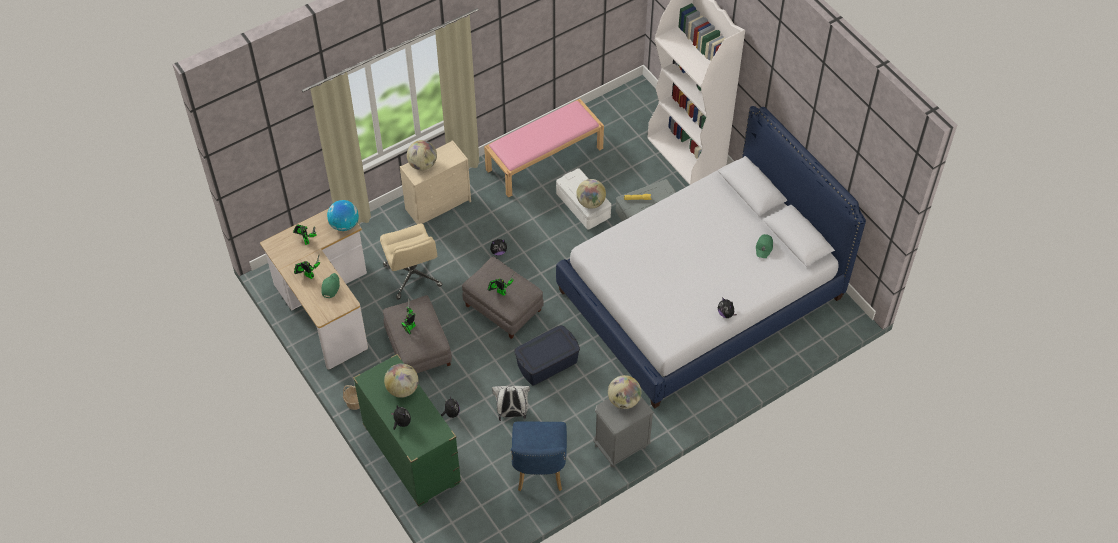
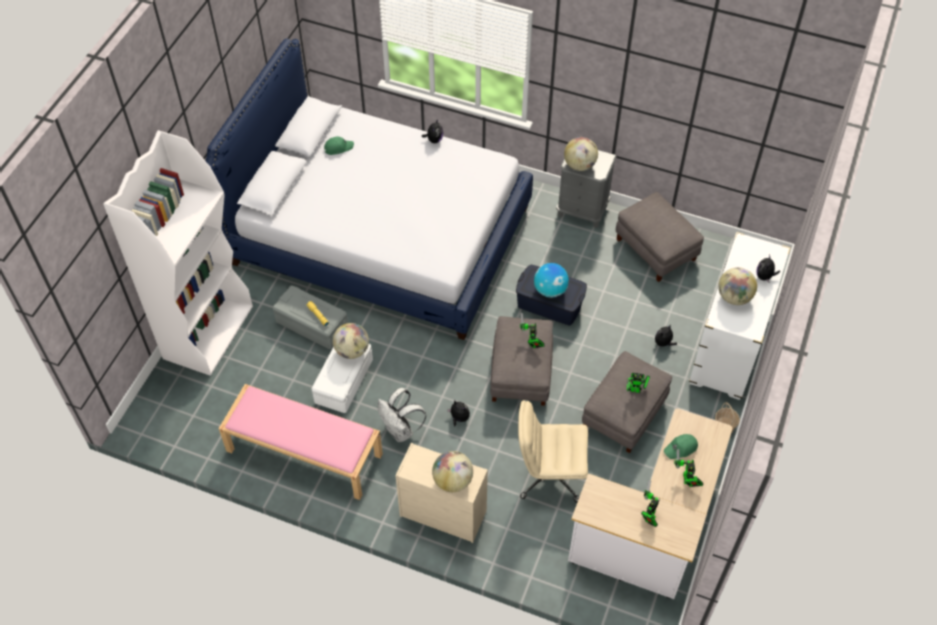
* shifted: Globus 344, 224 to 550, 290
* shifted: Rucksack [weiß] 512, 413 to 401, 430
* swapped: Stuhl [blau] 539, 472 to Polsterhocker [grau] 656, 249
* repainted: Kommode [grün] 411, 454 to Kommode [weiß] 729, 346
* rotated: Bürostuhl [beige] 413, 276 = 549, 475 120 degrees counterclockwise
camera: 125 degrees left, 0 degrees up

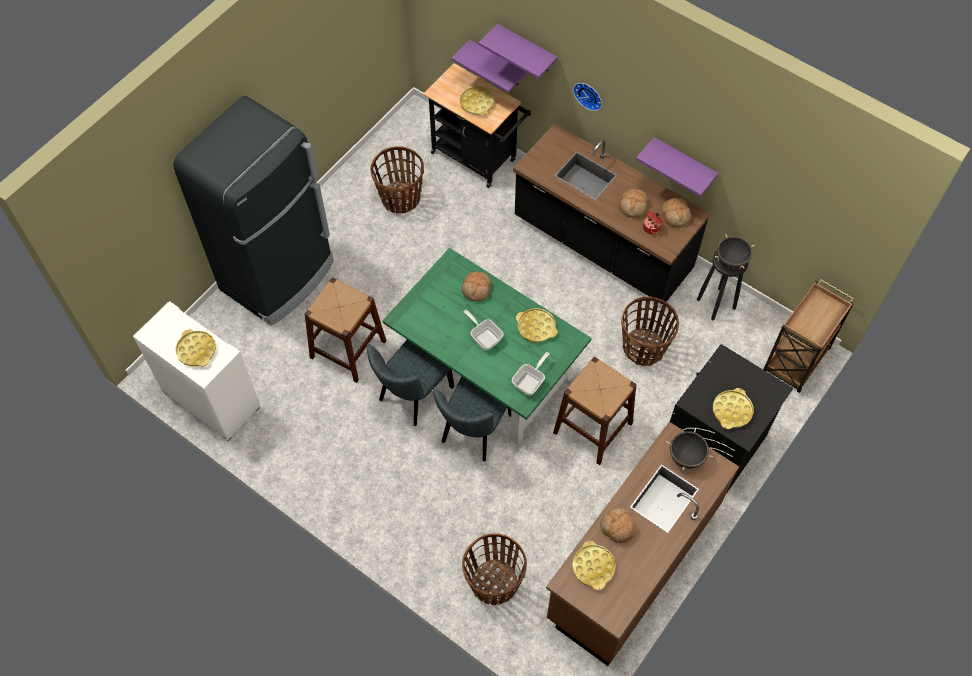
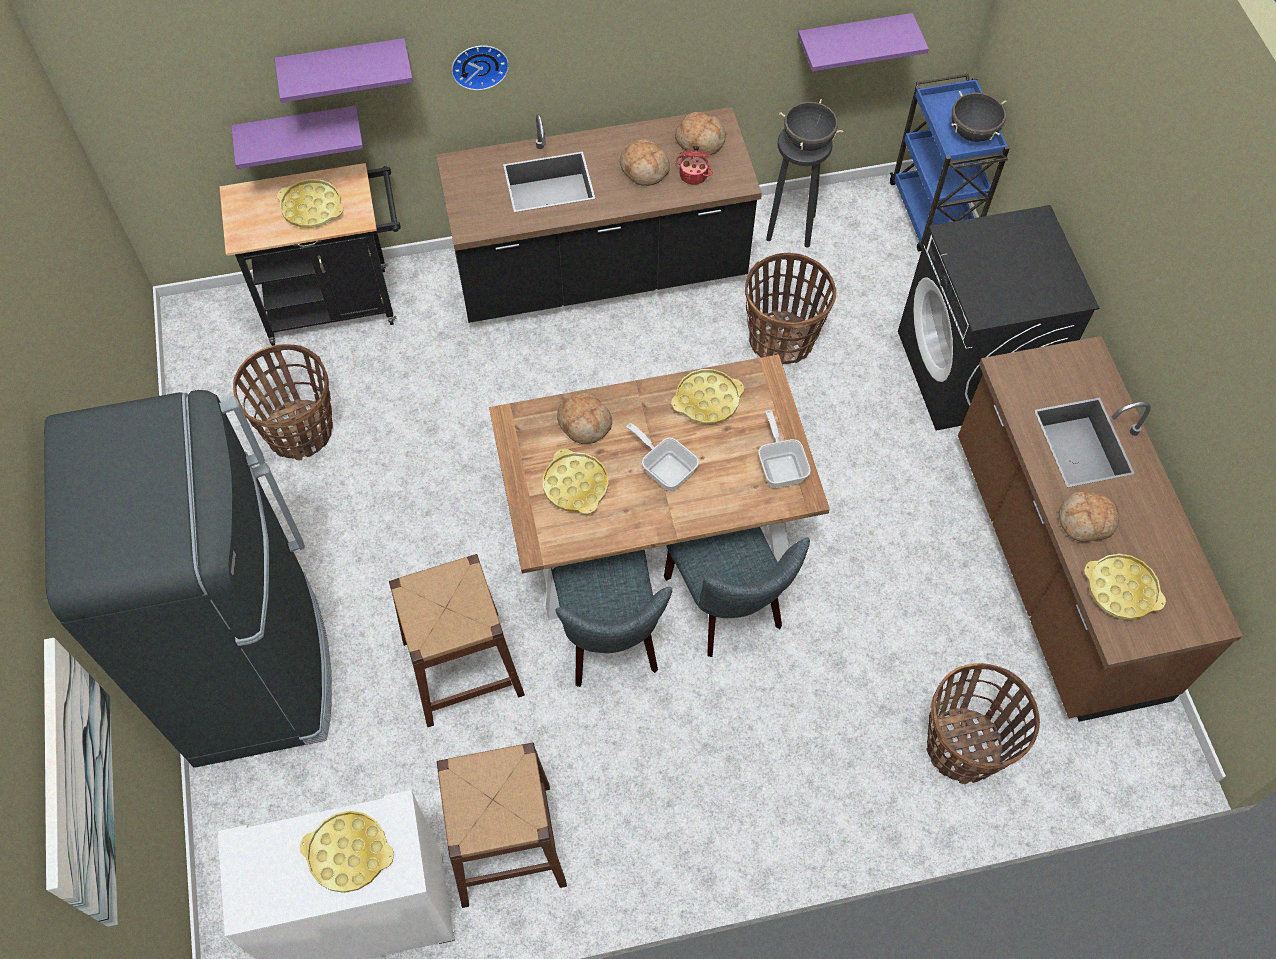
* new: Bild 75, 784
* shifted: Hocker [braun] 592, 427 to 506, 844
* shifted: Wandregal [lila] 683, 163 to 852, 38
* shifted: Kochtopf [schwarz] 686, 457 to 972, 133
* shifted: Tablett [gelb] 732, 411 to 575, 485
* repainted: Esstisch [grün] 487, 370 to Esstisch [braun] 654, 524
* repainted: Rollwagen [braun] 795, 361 to Rollwagen [blau] 933, 214
* rotated: Pfanne 484, 336 = 664, 467 45 degrees clockwise
camera: 50 degrees left, 0 degrees up

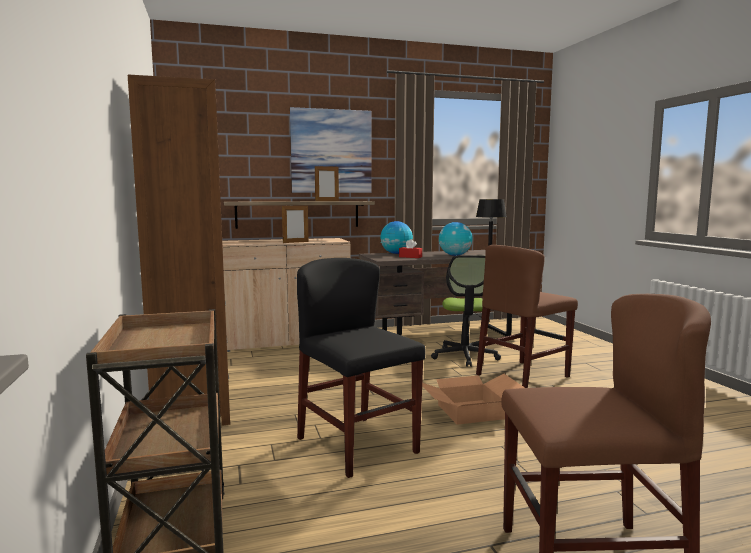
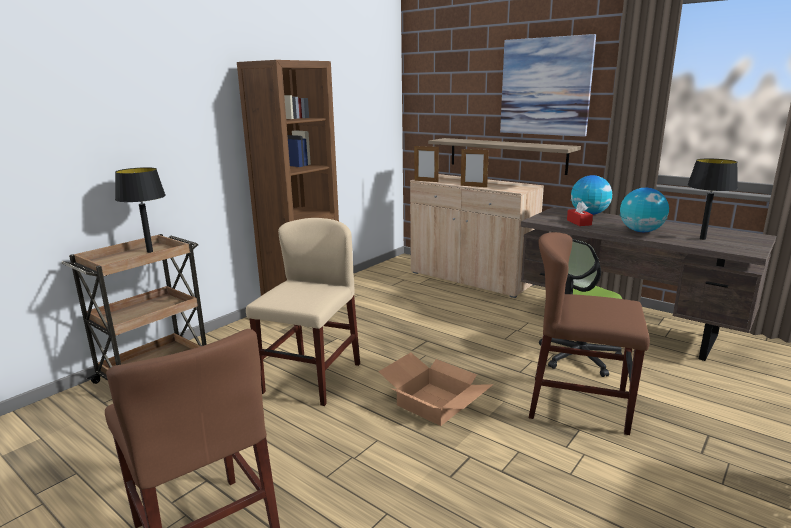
* new: Tischlampe [schwarz] 150, 251
* shifted: Bilderrahmen 327, 201 to 426, 181
* repainted: Stuhl [schwarz] 357, 445 to Stuhl [beige] 311, 378
camera: 55 degrees right, 10 degrees up

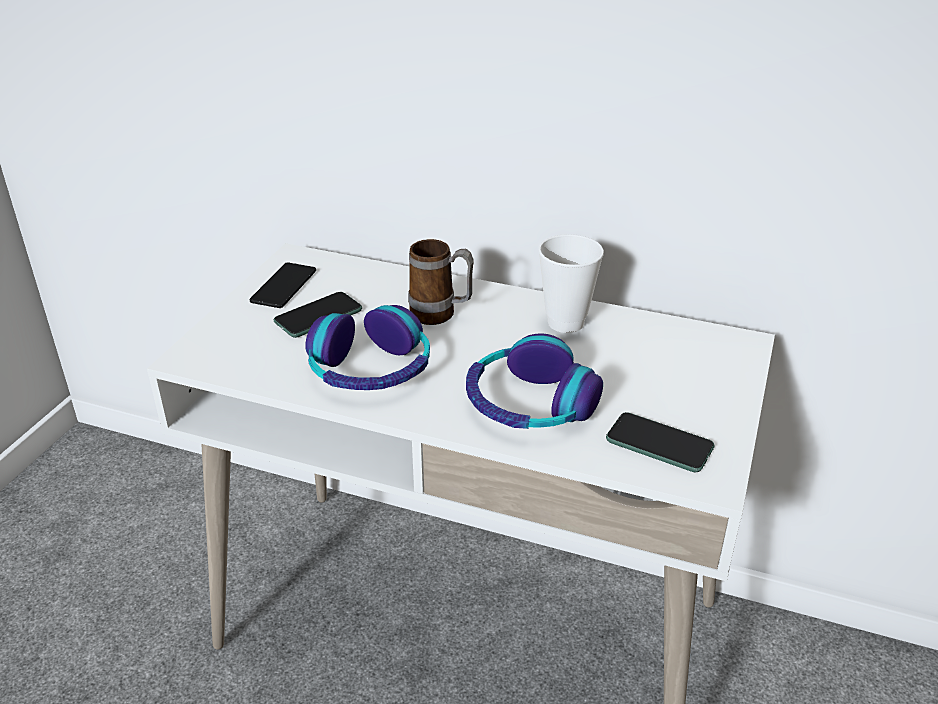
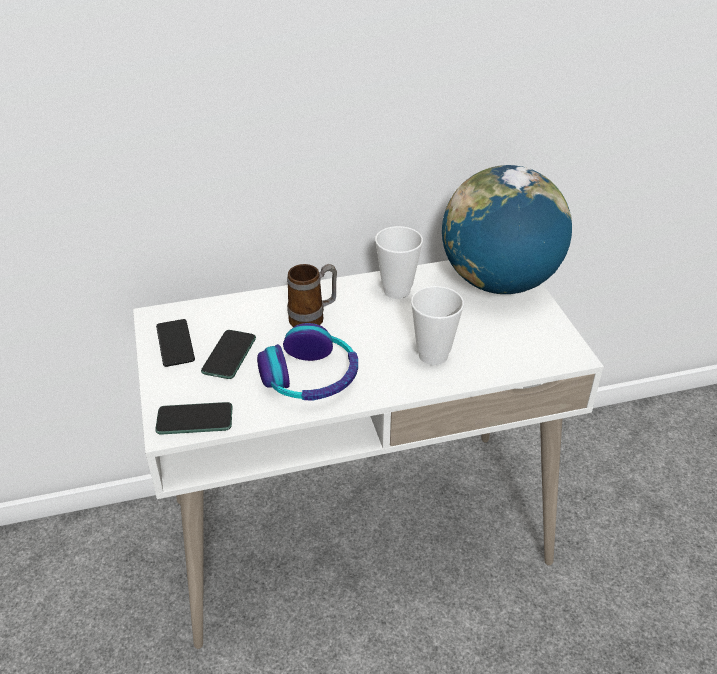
* new: Globus 498, 282
* shifted: Handy 659, 444 to 194, 419
* swapped: Kopfhörer 529, 404 to Tasse 433, 355
camera: 35 degrees left, 5 degrees up

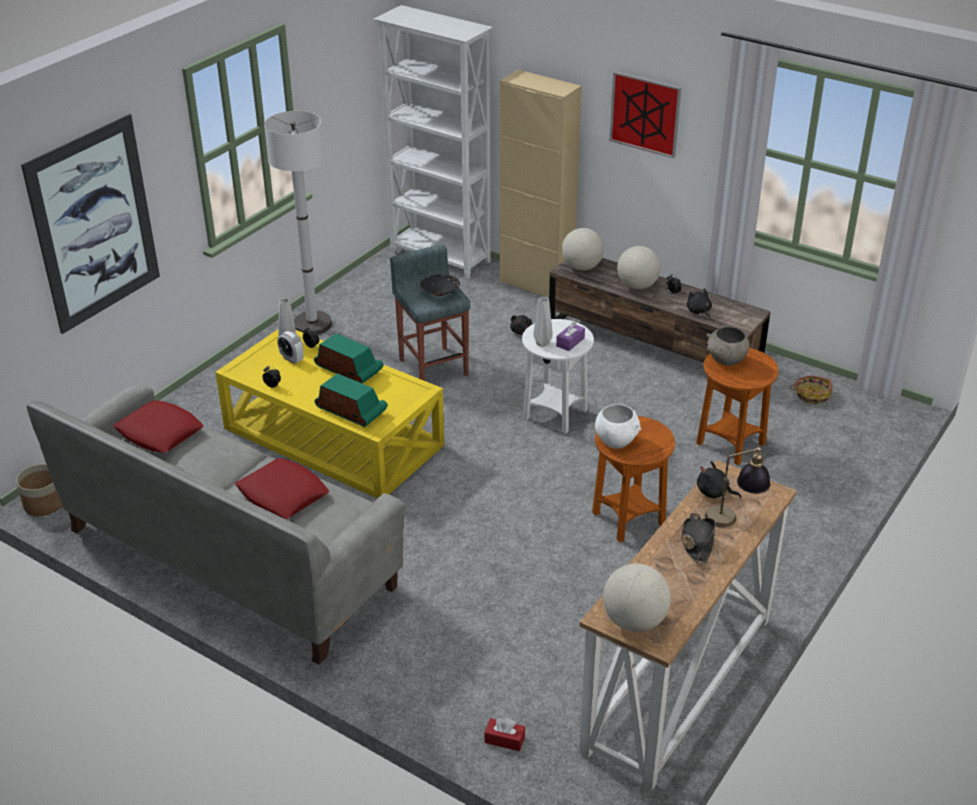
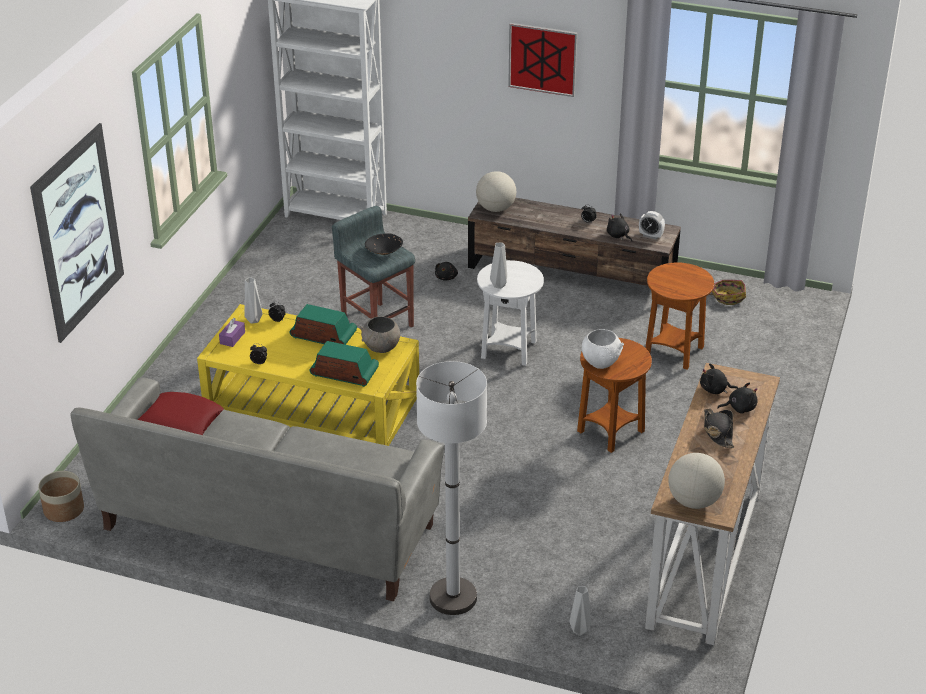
* gone: Kissen [rot] 282, 495
* gone: Schrank [beige] 536, 285
* gone: Globus 637, 286
* shifted: Stehlampe [weiß] 312, 325 to 453, 597
* shifted: Wecker 292, 359 to 650, 236
* shifted: Taschentuchbox [lila] 570, 342 to 232, 338
* shifted: Schüssel [grau] 726, 361 to 381, 348
* swapped: Taschentuchbox [rot] 504, 739 to Vase [grau] 579, 630
* swapped: Tischlampe 734, 518 to Plüschtier [schwarz] 739, 408
camera: 15 degrees left, 0 degrees up

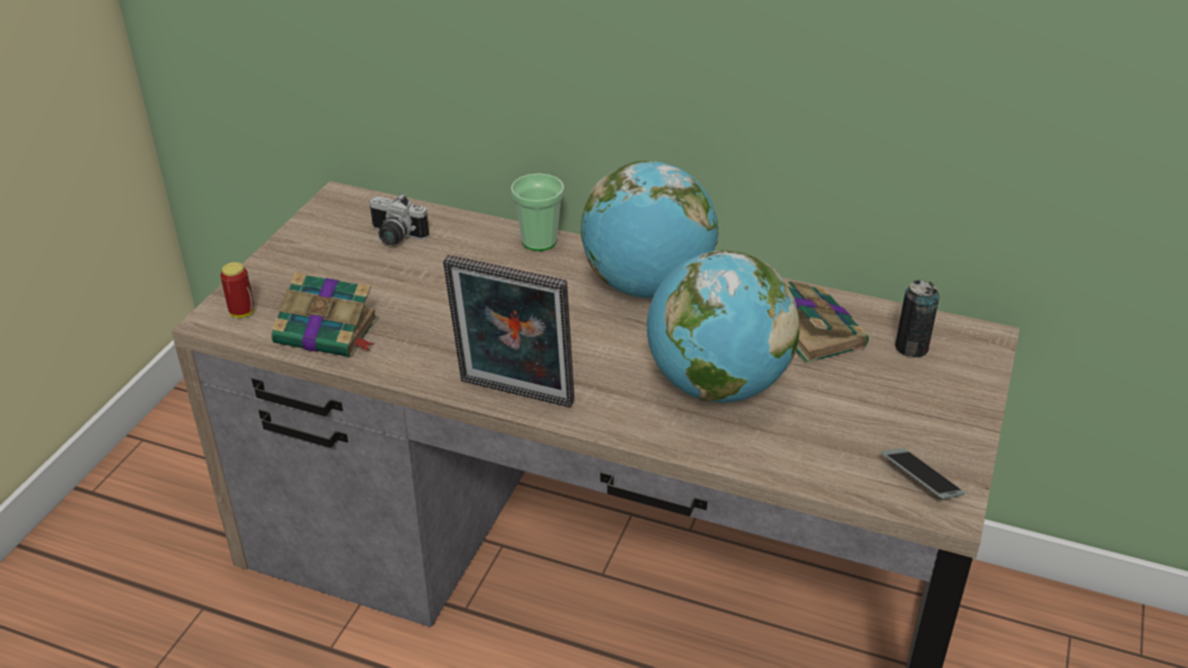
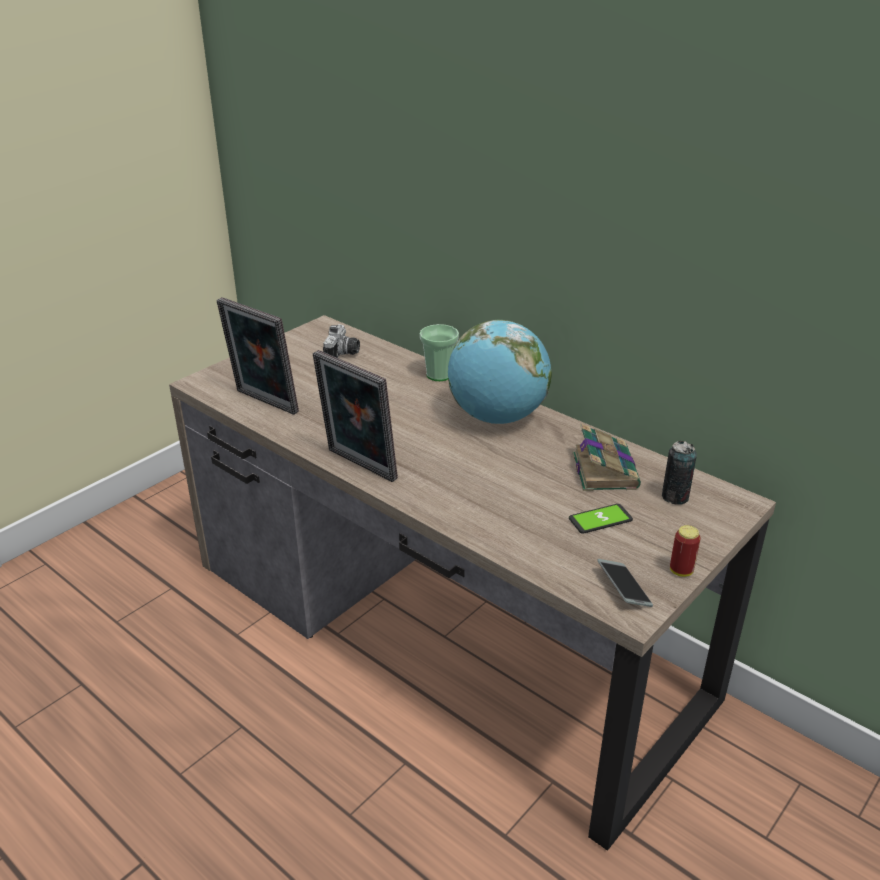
* gone: Globus 716, 386
* new: Handy 600, 520
* shifted: Dose 242, 312 to 681, 571
* swapped: Buch 328, 332 to Bilderrahmen 263, 403
* rotated: Kamera 395, 237 = 343, 355 120 degrees counterclockwise
camera: 20 degrees right, 5 degrees down

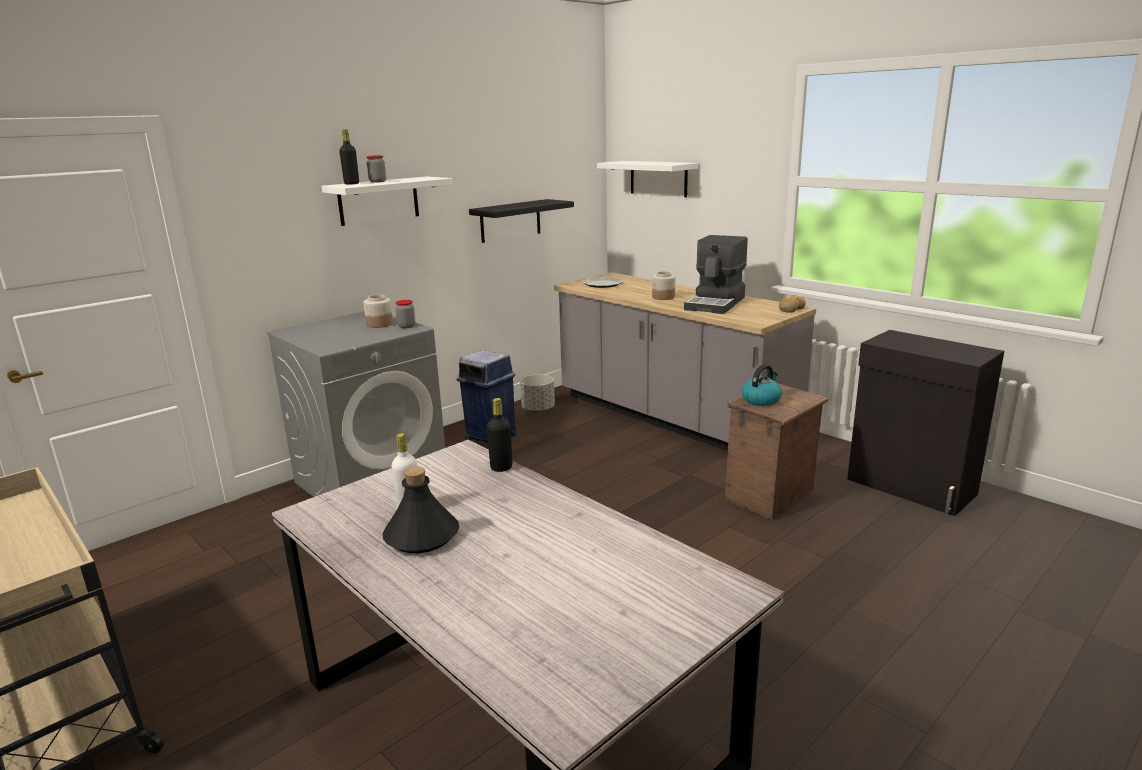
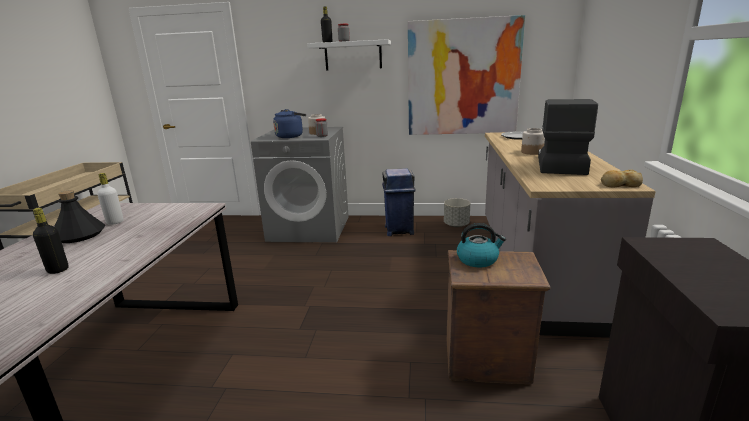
* gone: Wandregal [weiß] 658, 178
* new: Wasserkessel [blau] 291, 136
* shifted: Flasche [schwarz] 501, 467 to 58, 270
* swapped: Wandregal [schwarz] 510, 220 to Bild 463, 78
* rotated: Kaffeemaschine 716, 303 = 559, 165 120 degrees clockwise
camera: 50 degrees right, 0 degrees up

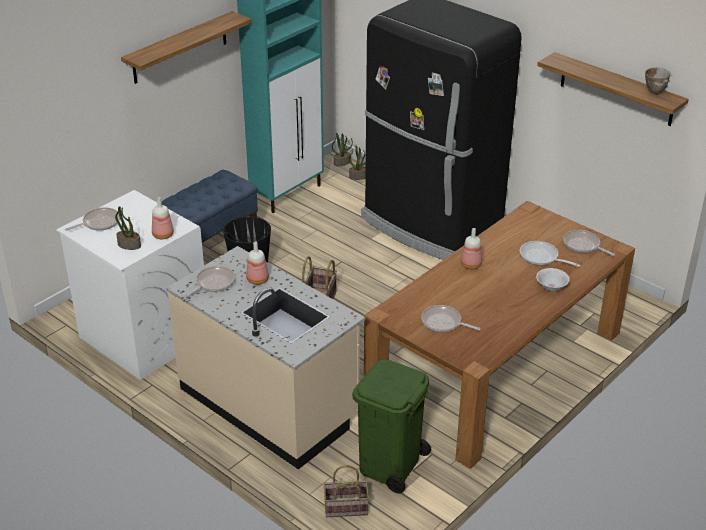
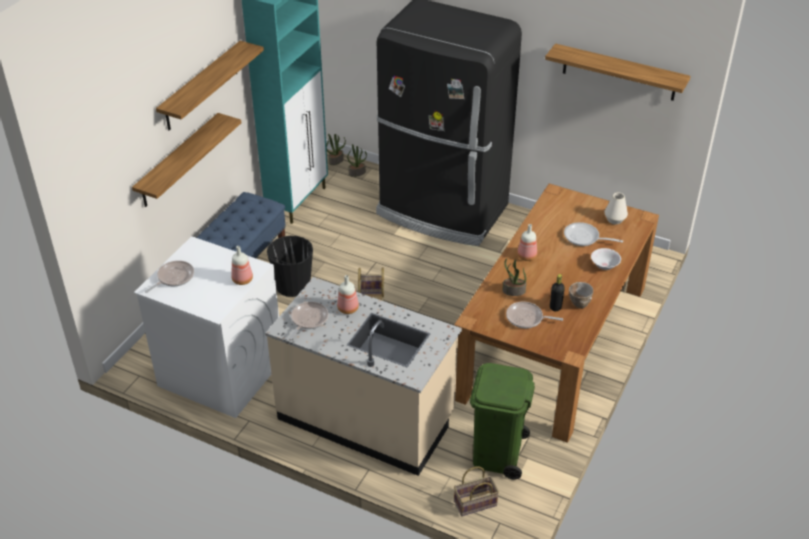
* new: Wandregal 178, 161
* new: Flasche [schwarz] 555, 307
* shifted: Topfpflanze 128, 245 to 513, 291
* shifted: Schüssel 654, 91 to 578, 304
* swapped: Pfanne 583, 245 to Vase [weiß] 614, 220
camera: 15 degrees left, 5 degrees up

